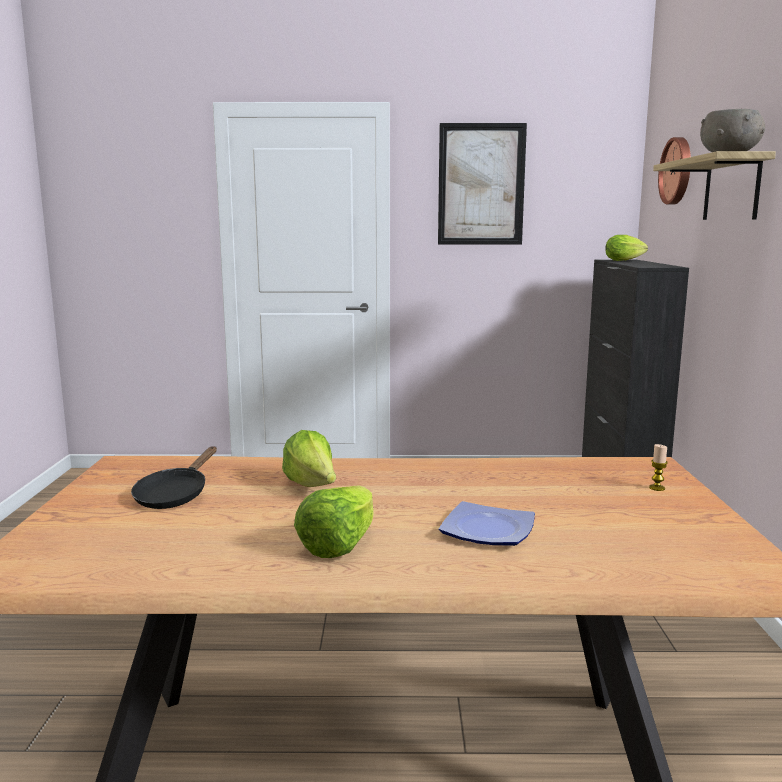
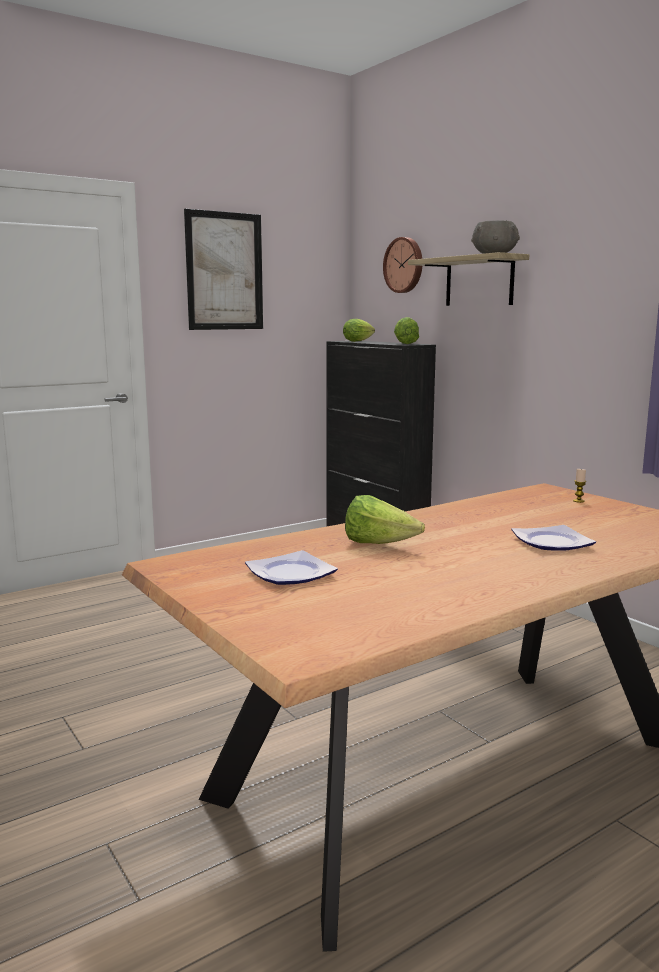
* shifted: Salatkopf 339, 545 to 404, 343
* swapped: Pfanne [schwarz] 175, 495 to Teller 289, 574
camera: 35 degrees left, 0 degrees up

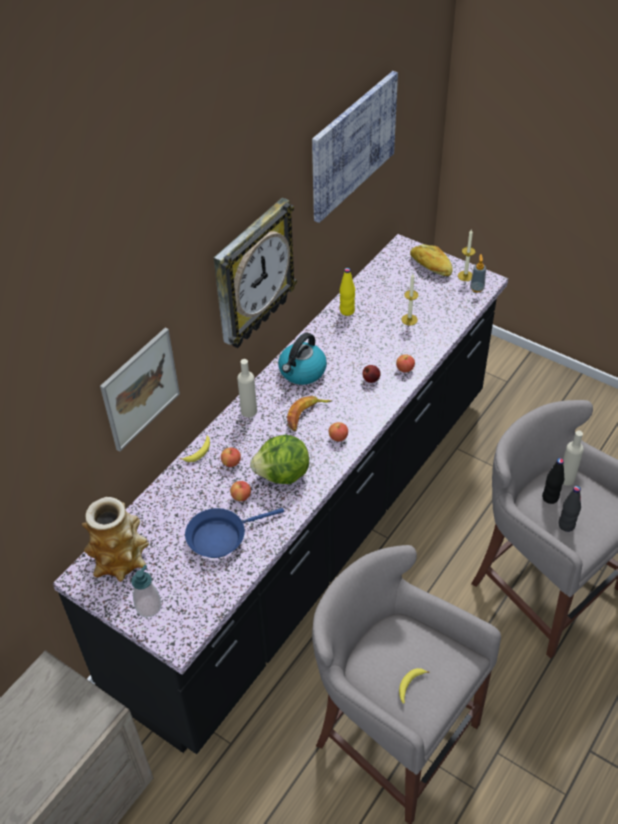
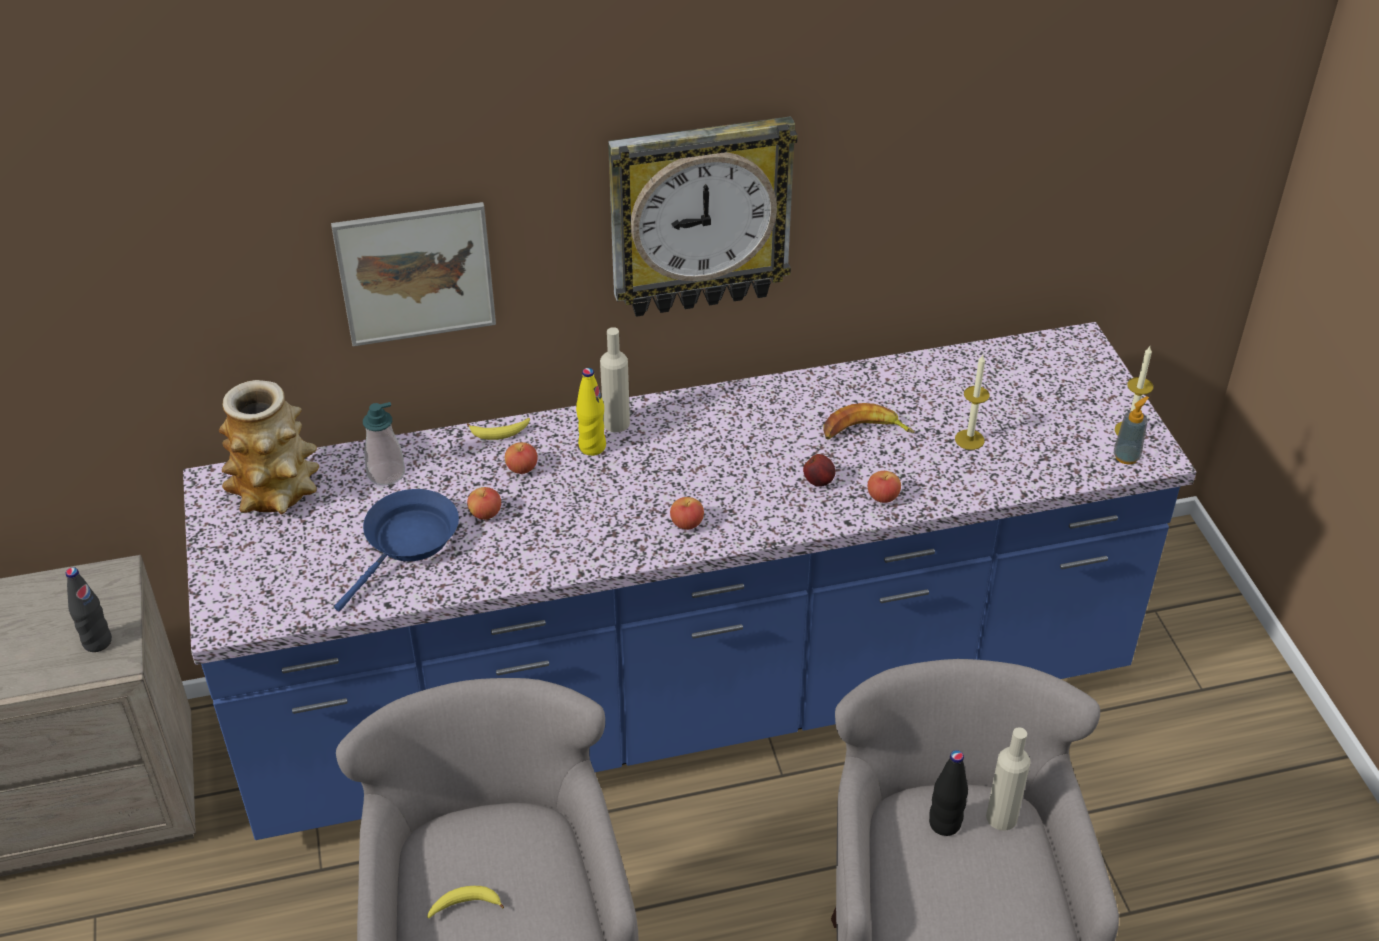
* gone: Salatkopf 283, 475
* gone: Wasserkessel 302, 371
* gone: Bild 352, 145
* gone: Brot 430, 266
* shifted: Seifenspender 148, 606 to 386, 474
* shifted: Banane 306, 415 to 864, 431
* shifted: Flasche [gelb] 347, 311 to 592, 447
* shifted: Flasche [schwarz] 566, 525 to 97, 642
* repainted: Küchenzeile [schwarz] 312, 533 to Küchenzeile [blau] 689, 699
* rotated: Pfanne [blau] 221, 536 = 408, 542 105 degrees clockwise
camera: 40 degrees right, 5 degrees down

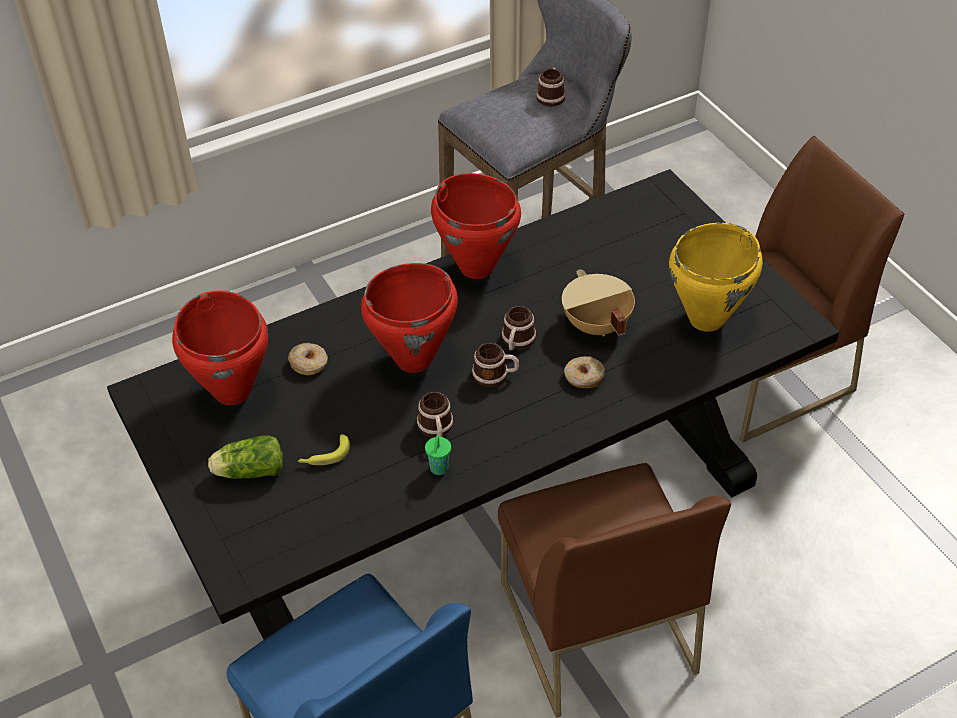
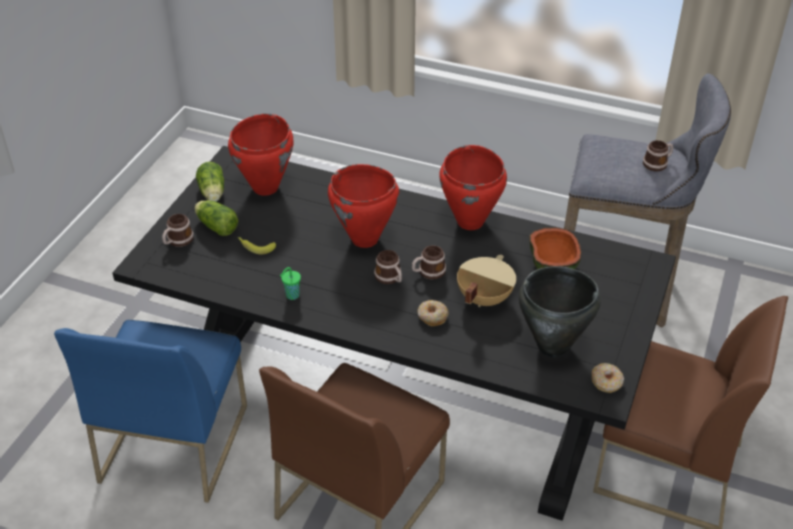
* new: Salatkopf 212, 193
* new: Schüssel 551, 265
* shifted: Donut 309, 363 to 606, 382
* shifted: Henkelbecher 436, 429 to 177, 241
* repainted: Kochtopf [gelb] 707, 319 to Kochtopf [schwarz] 553, 347
camera: 50 degrees right, 5 degrees down

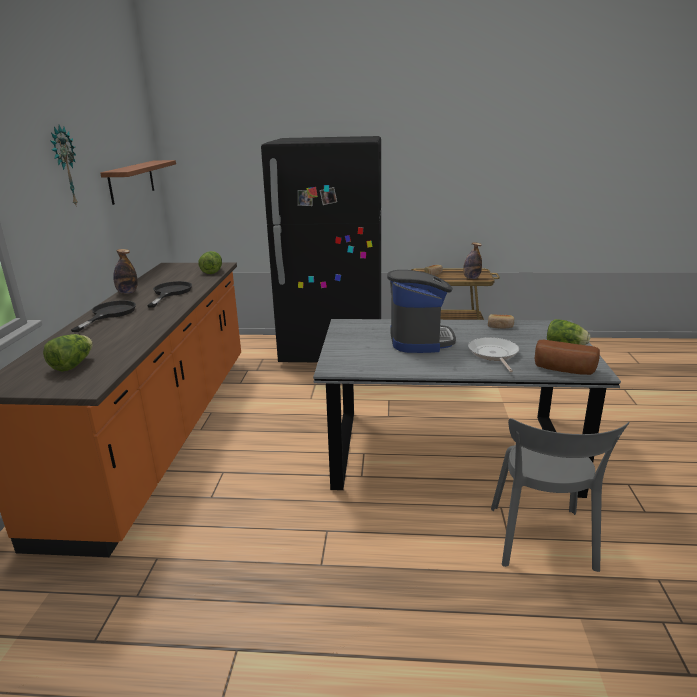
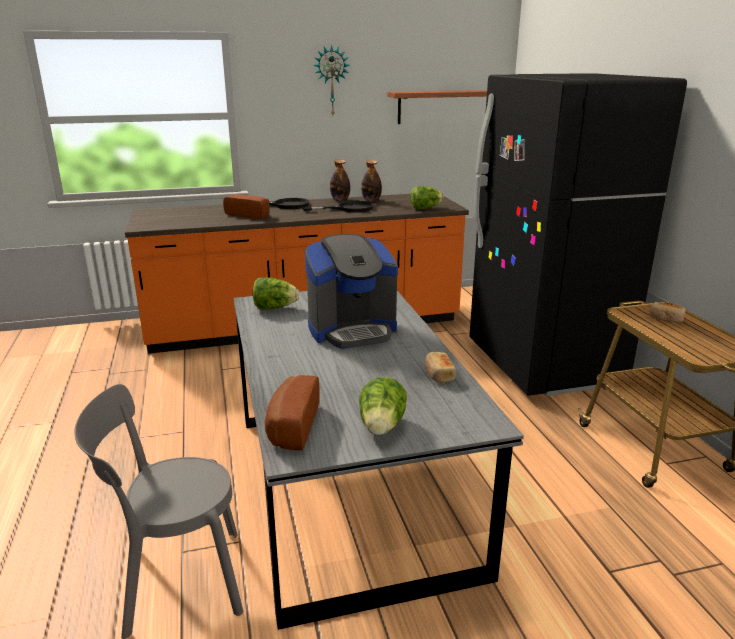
* gone: Pfanne 493, 354
* new: Brot 249, 215
* shifted: Salatkopf 72, 365 to 274, 308
* shifted: Flasche 471, 278 to 371, 200
camera: 70 degrees right, 0 degrees up

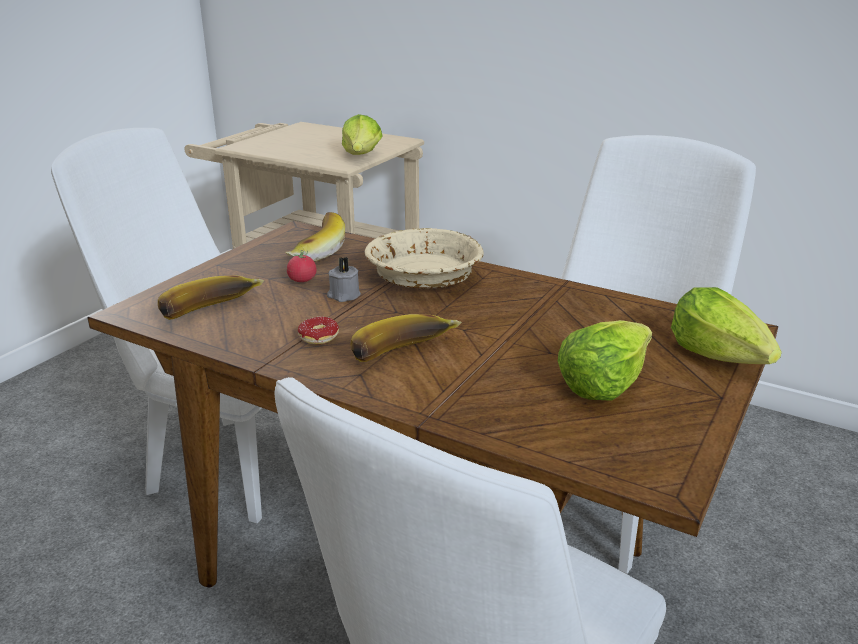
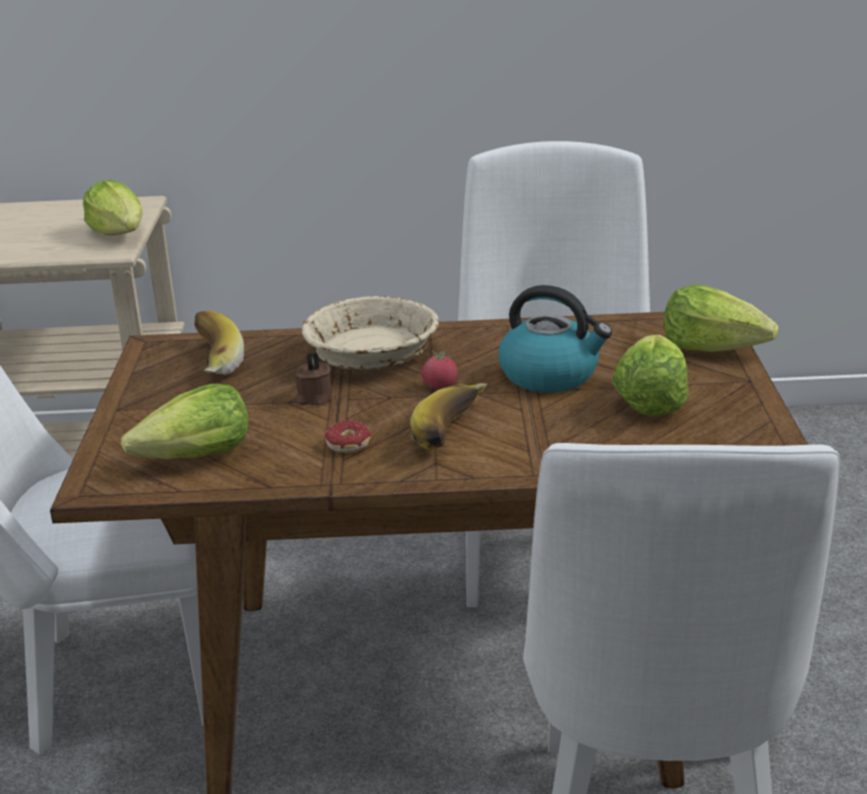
* new: Wasserkessel 551, 375
* shifted: Tomate 302, 280 to 440, 386
* swapped: Banane 213, 312 to Salatkopf 197, 458
* repainted: Kerze [grau] 343, 295 to Kerze [braun] 314, 398
camera: 30 degrees left, 0 degrees up

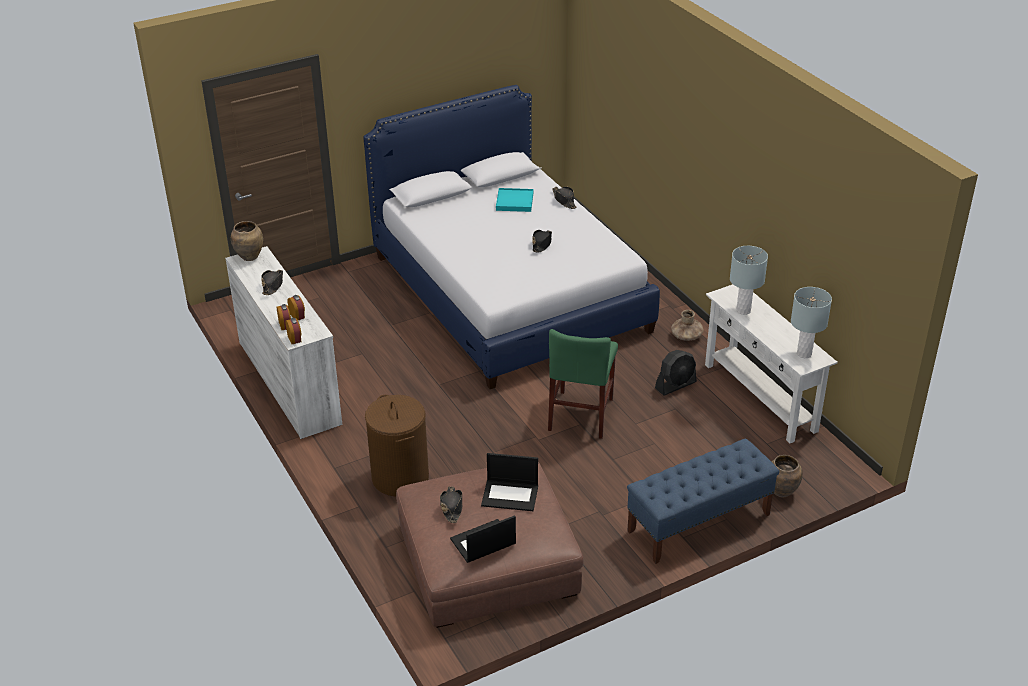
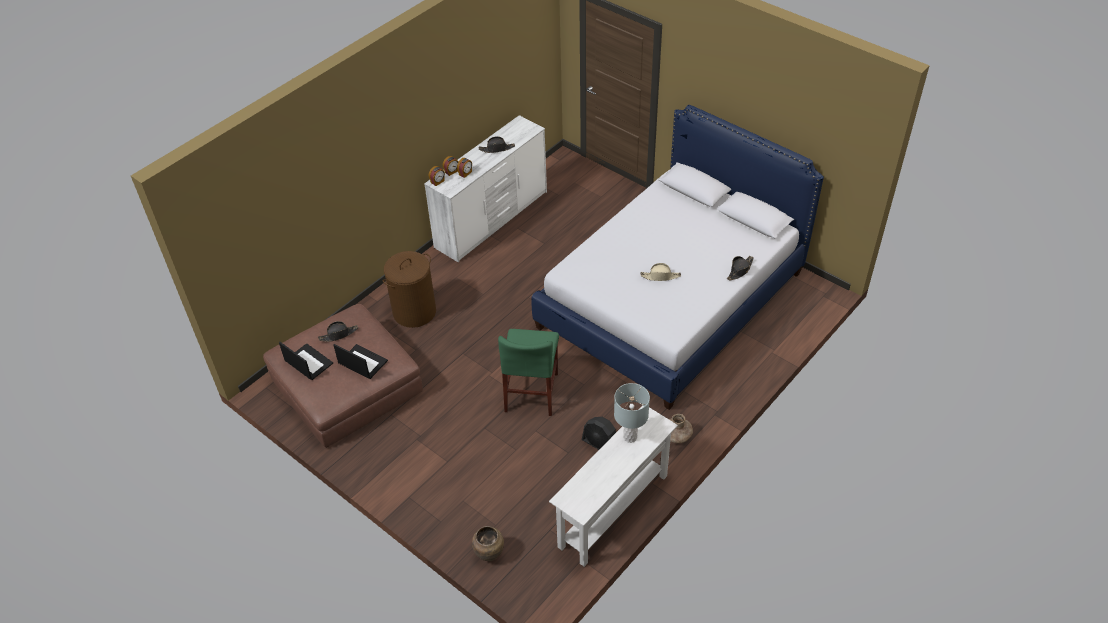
* gone: Vase [braun] 250, 257
* gone: Tablett [türkis] 514, 202
* gone: Bank [blau] 698, 523
* gone: Tischlampe [grau] 804, 354
* repainted: Hut [schwarz] 542, 244 to Hut [beige] 660, 276
* rotated: Laptop 510, 495 = 362, 362 135 degrees clockwise
* rotated: Stuhl [grün] 581, 414 = 531, 392 75 degrees counterclockwise
camera: 70 degrees right, 10 degrees up

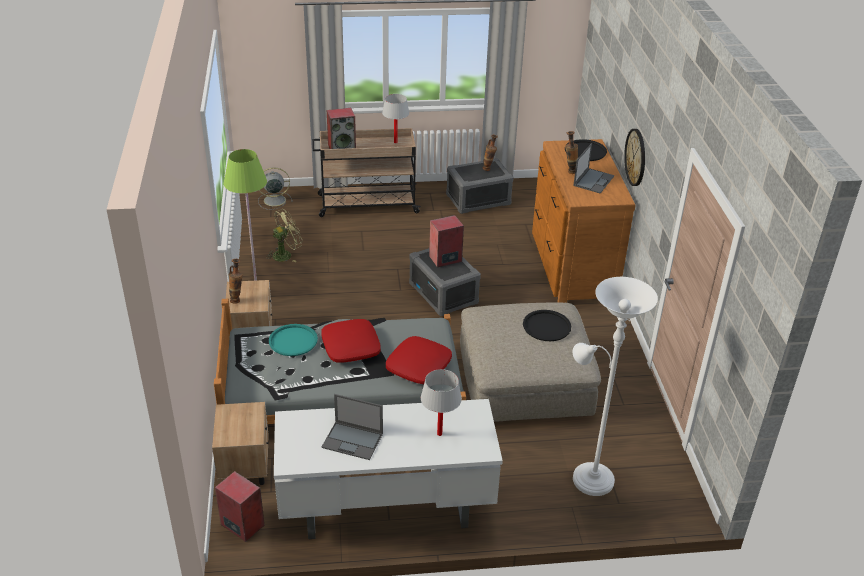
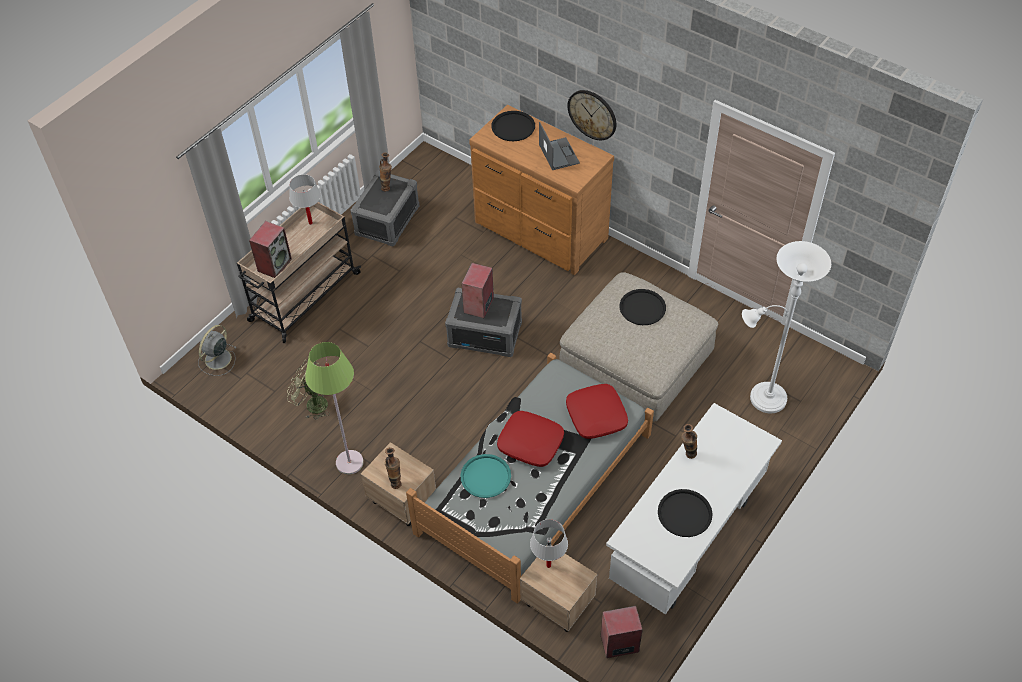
* shifted: Tischlampe [weiß] 439, 434 to 548, 565
* shifted: Vase 569, 171 to 687, 455
* swapped: Laptop 353, 440 to Tablett [schwarz] 684, 513
* rotated: Ventilator [grün] 285, 254 = 312, 404 75 degrees counterclockwise
camera: 45 degrees left, 15 degrees up

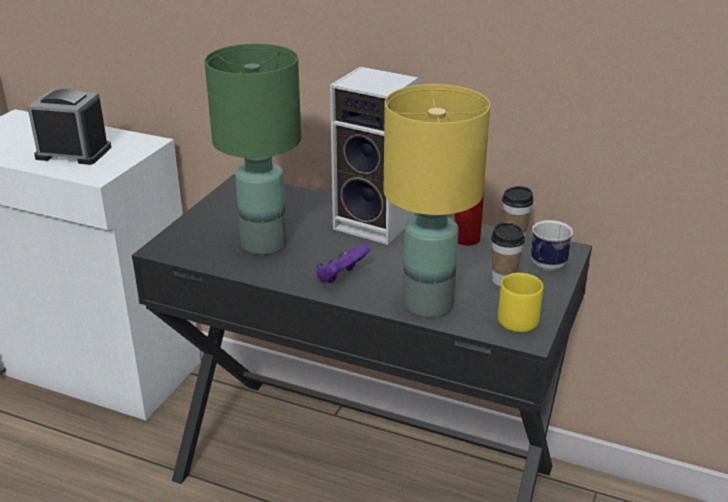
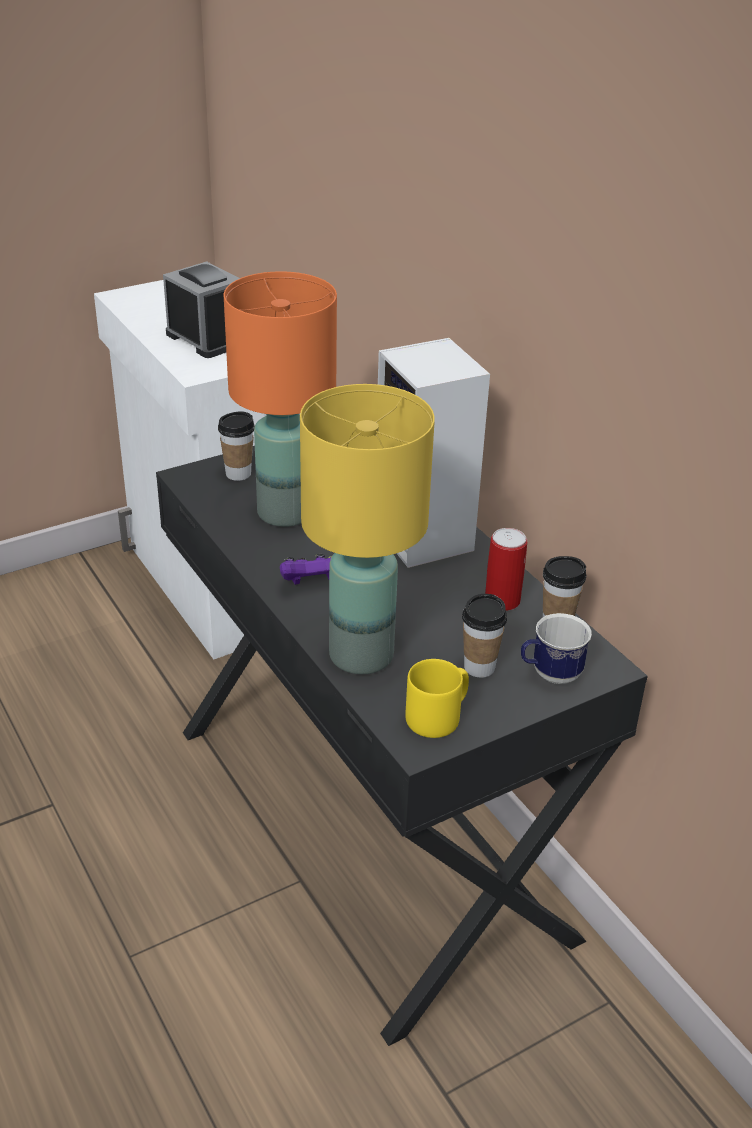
* new: Tasse 238, 474
* repainted: Tischlampe [grün] 265, 244 to Tischlampe [orange] 286, 513
camera: 35 degrees right, 5 degrees up

